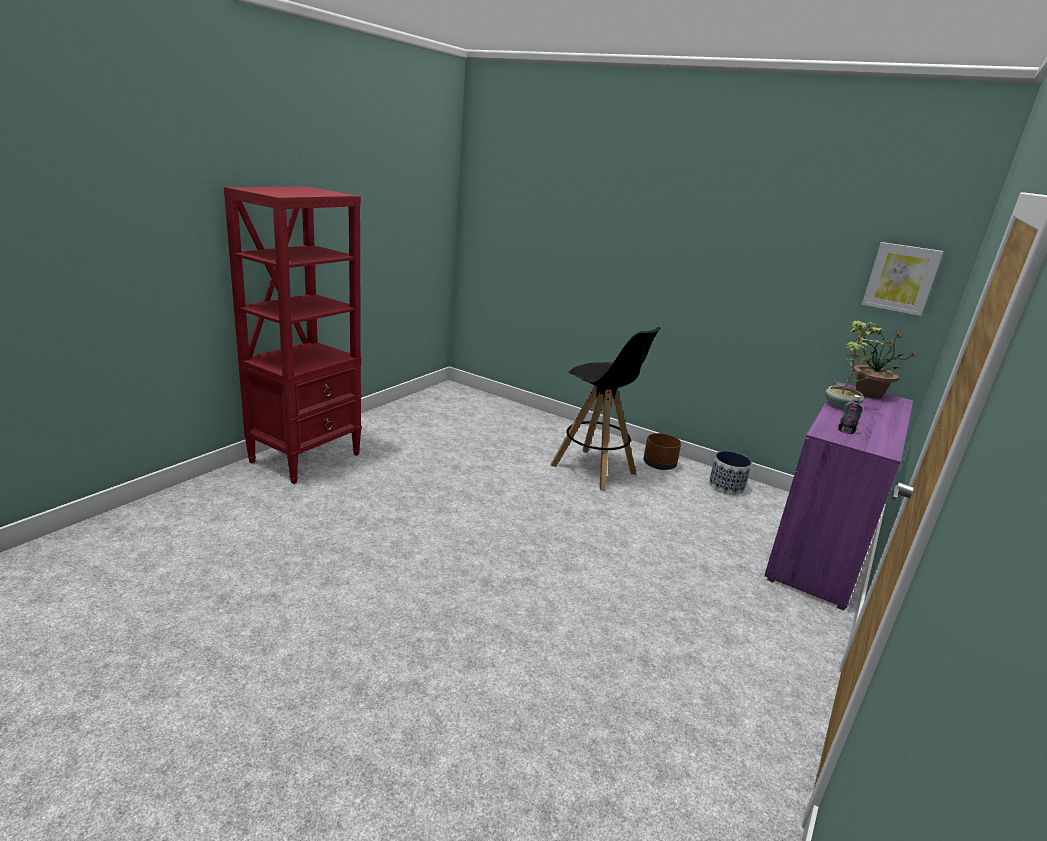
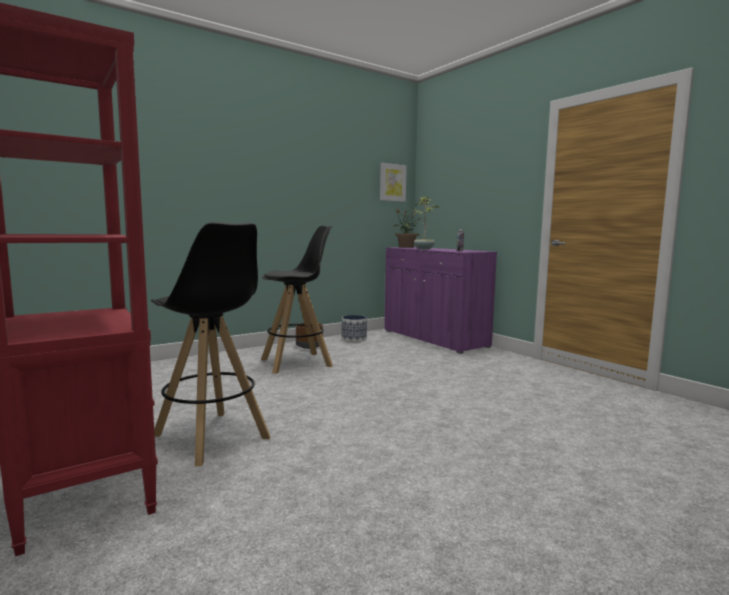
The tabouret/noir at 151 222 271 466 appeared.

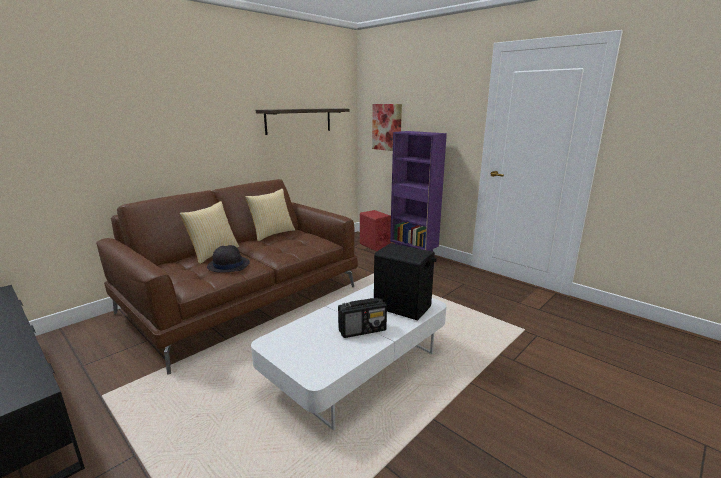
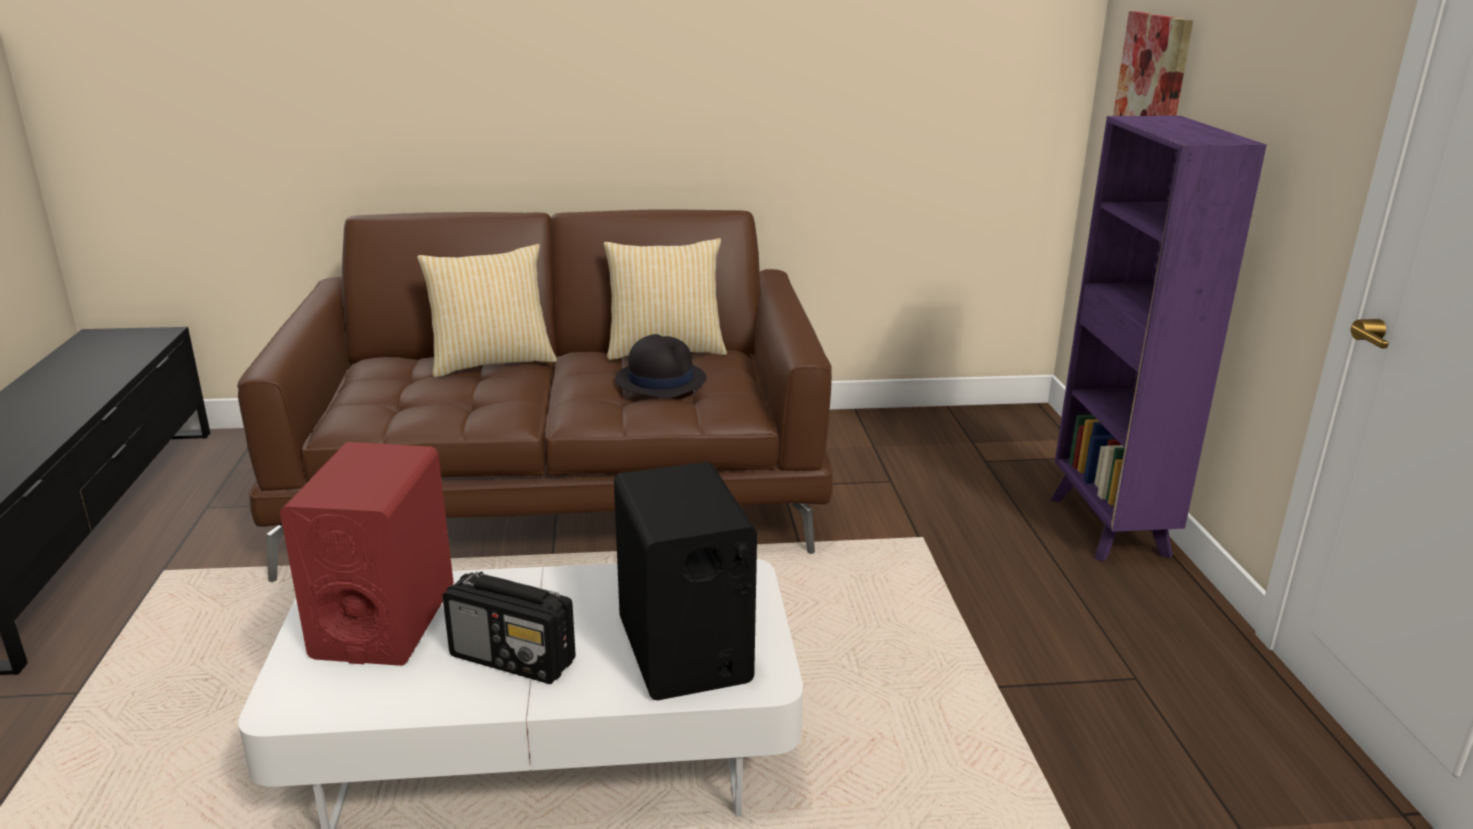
The chapeau/noir moved from 207 245 250 273 to 615 334 707 398. The étagère at 256 108 349 135 disappeared. The enceinte/rouge moved from 360 210 391 251 to 280 442 454 666.

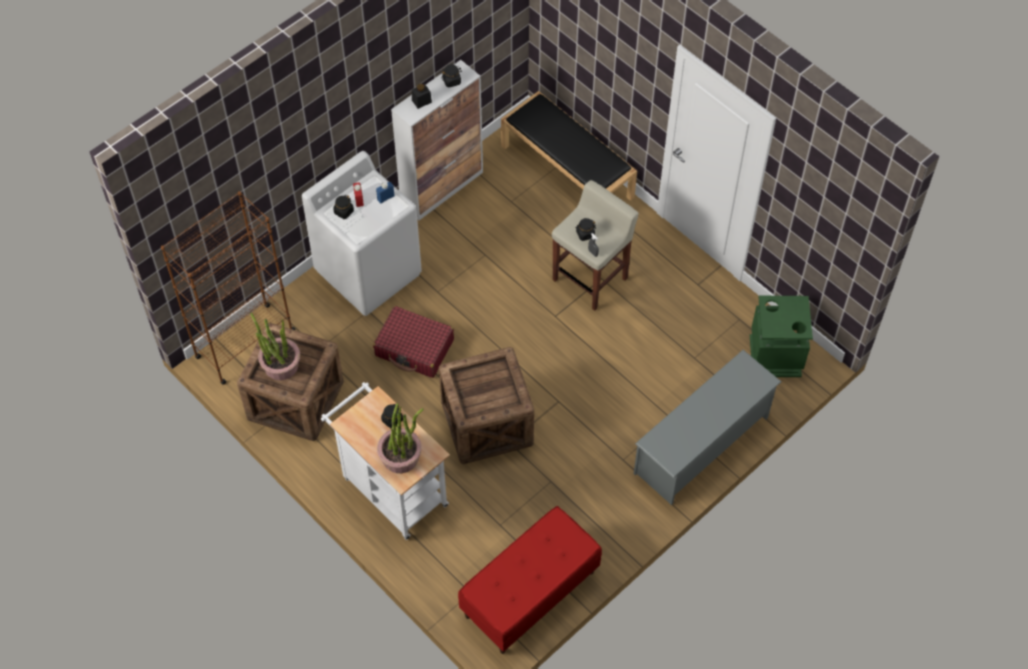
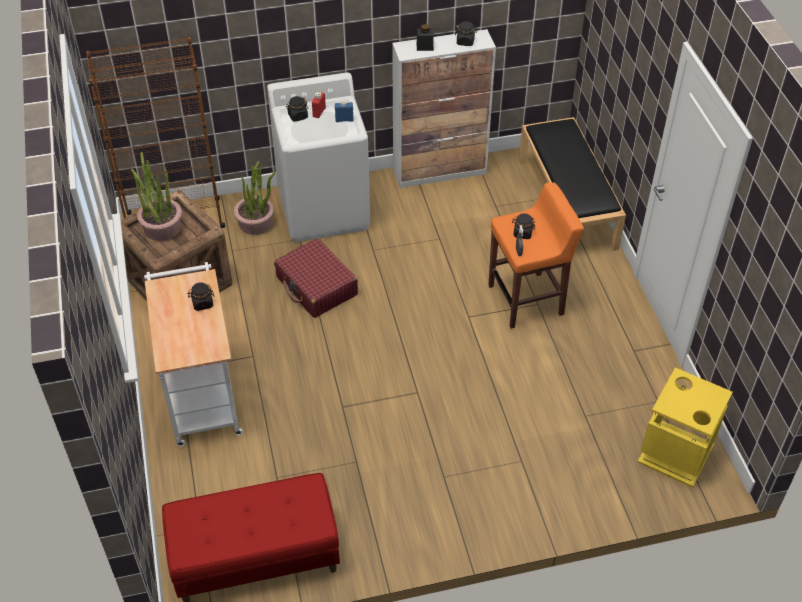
The plante en pot moved from 377 403 424 473 to 234 161 276 235. The caisse at 439 347 534 464 disappeared. The tabouret/beige at 552 180 639 311 became the tabouret/orange at 488 182 584 329. The étagère à chaussures/gris at 634 350 781 505 disappeared. The poubelle/vert at 750 296 813 377 became the poubelle/jaune at 637 368 733 488.

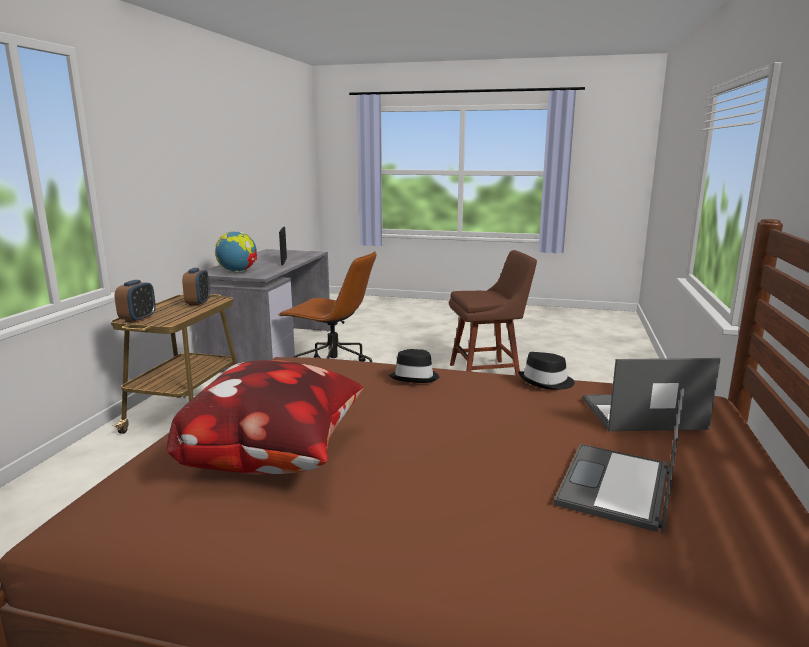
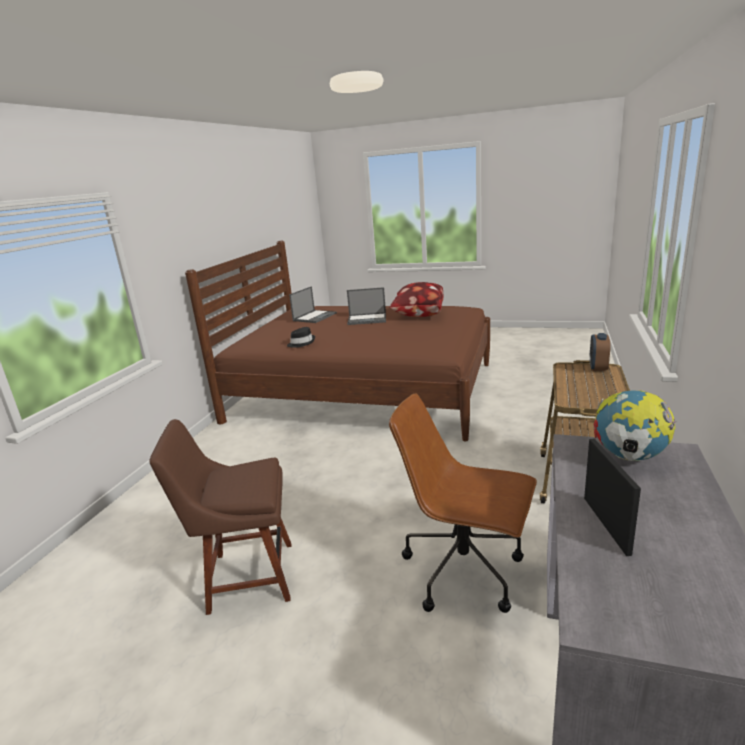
The réveil at 182 268 210 306 disappeared. The chapeau/noir at 389 349 439 383 disappeared. The ordinateur portable moved from 583 358 721 431 to 347 287 386 325.

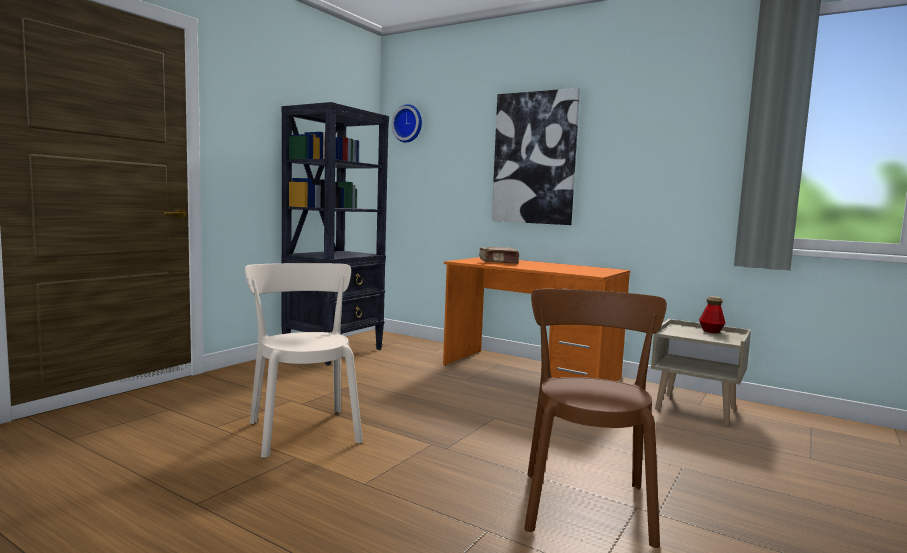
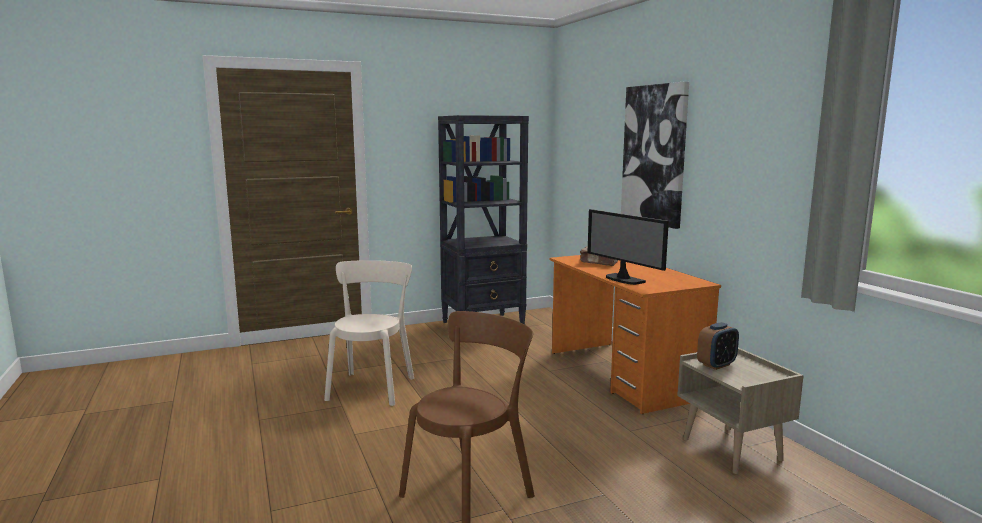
The horloge murale at 391 104 422 143 disappeared. The bouteille at 699 296 726 333 disappeared. The écran d'ordinateur at 587 209 669 285 appeared. The réveil at 697 322 739 370 appeared.

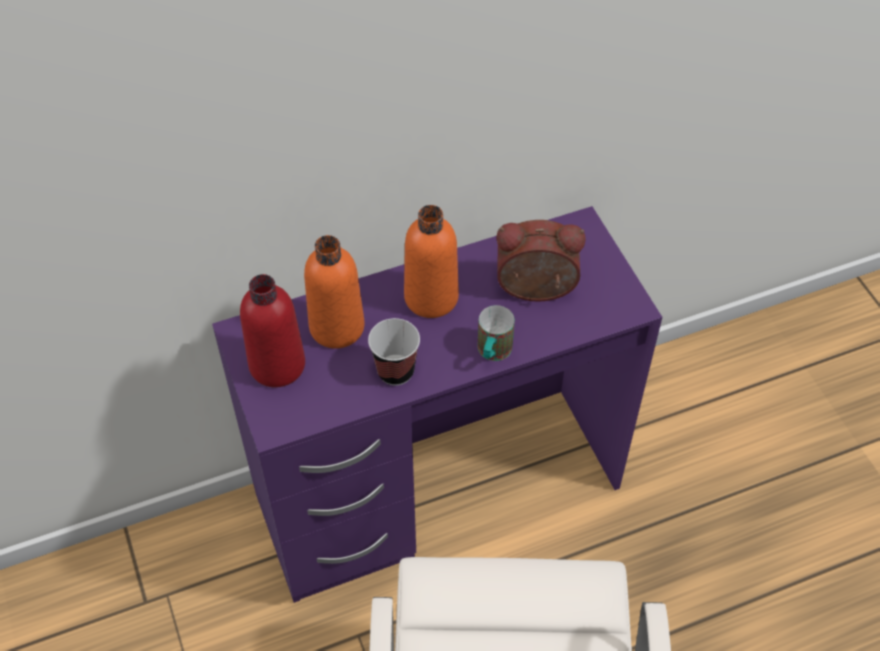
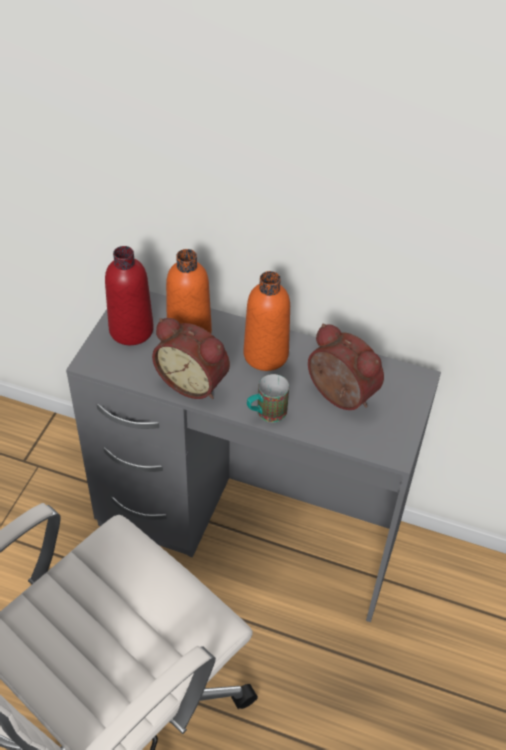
The bureau/violet at 212 206 662 603 became the bureau/gris at 66 291 441 622. The tasse at 368 318 420 386 was replaced by the réveil at 152 318 230 399.

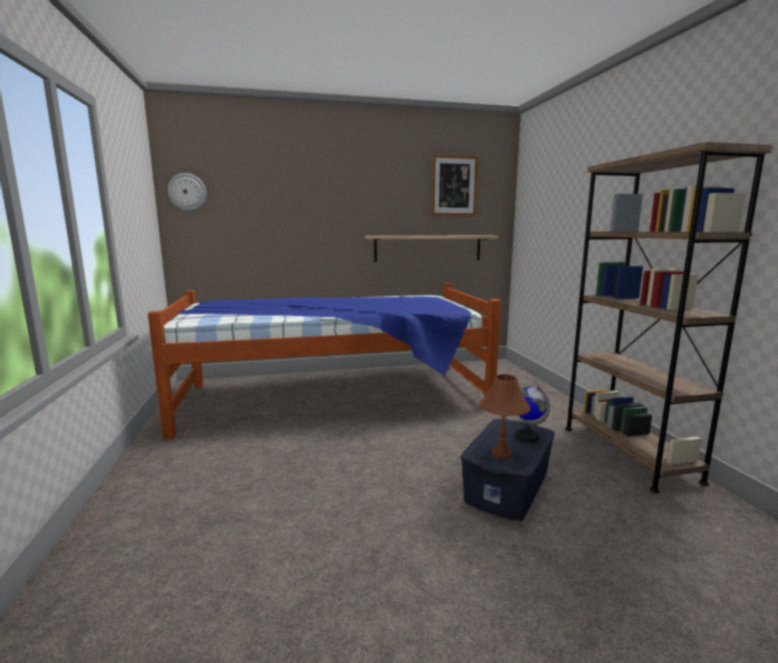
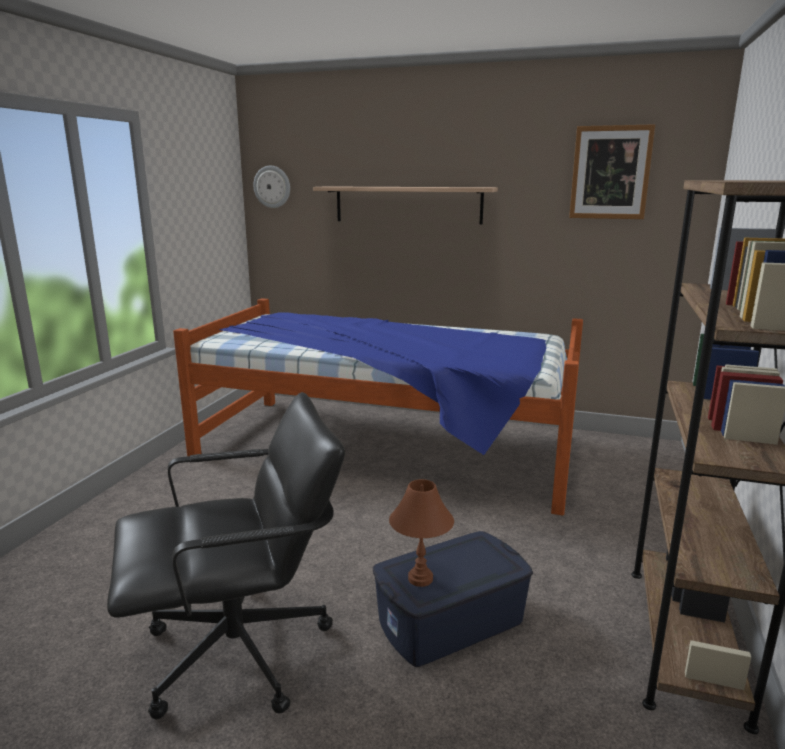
The étagère moved from 365 236 498 262 to 313 186 498 224. The globe at 515 386 550 442 disappeared. The chaise de bureau/noir at 107 392 345 719 appeared.

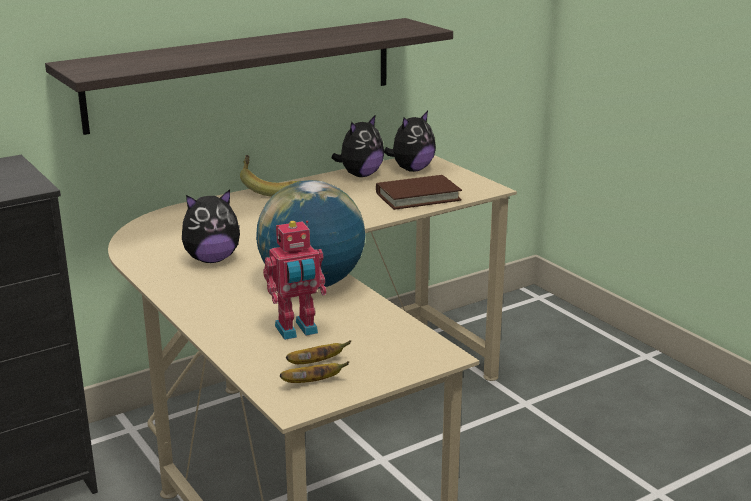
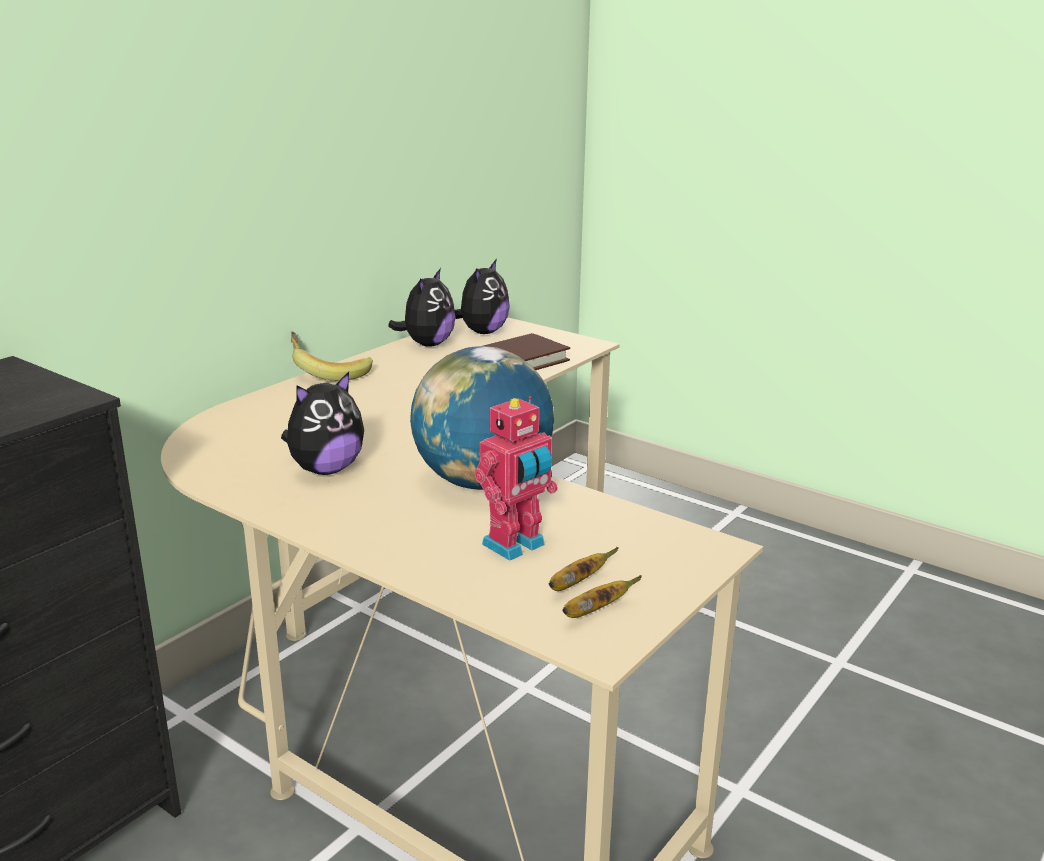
The étagère at 45 18 453 135 disappeared.

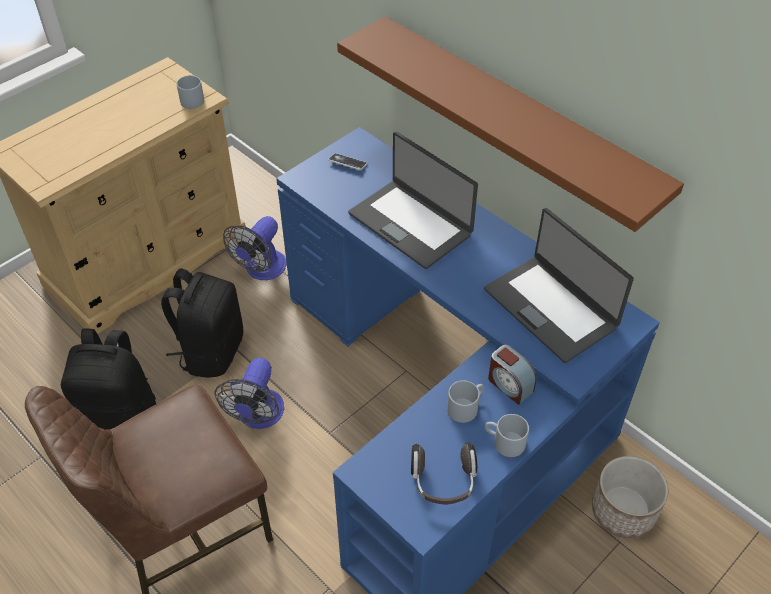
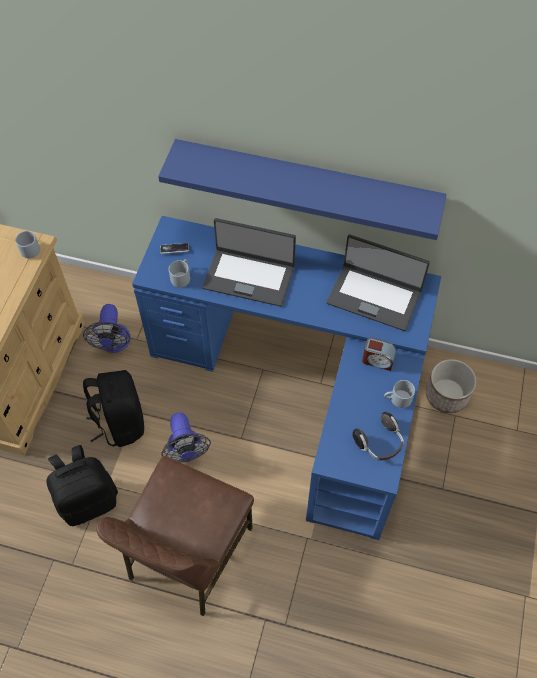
The étagère/marron at 337 16 684 232 became the étagère/bleu at 158 139 447 240. The mug/gris moved from 447 380 484 423 to 169 259 190 288.

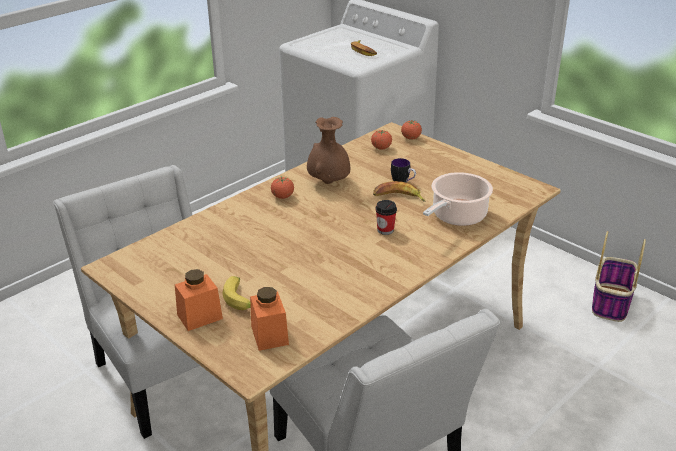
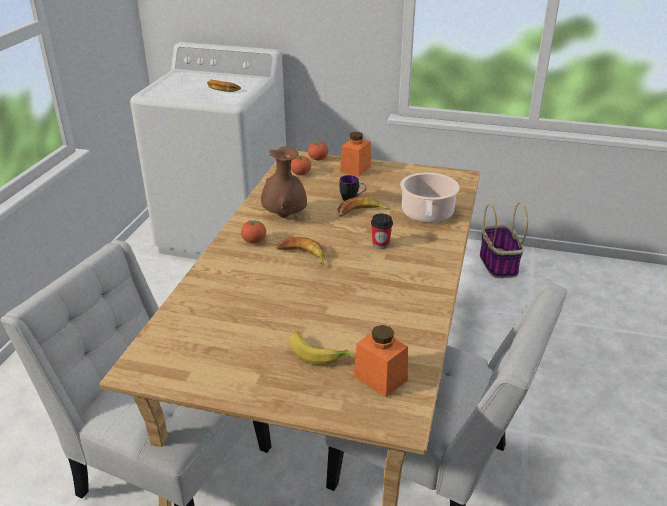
The bocal/orange moved from 175 269 223 331 to 340 132 371 177. The banane at 276 237 325 266 appeared.

